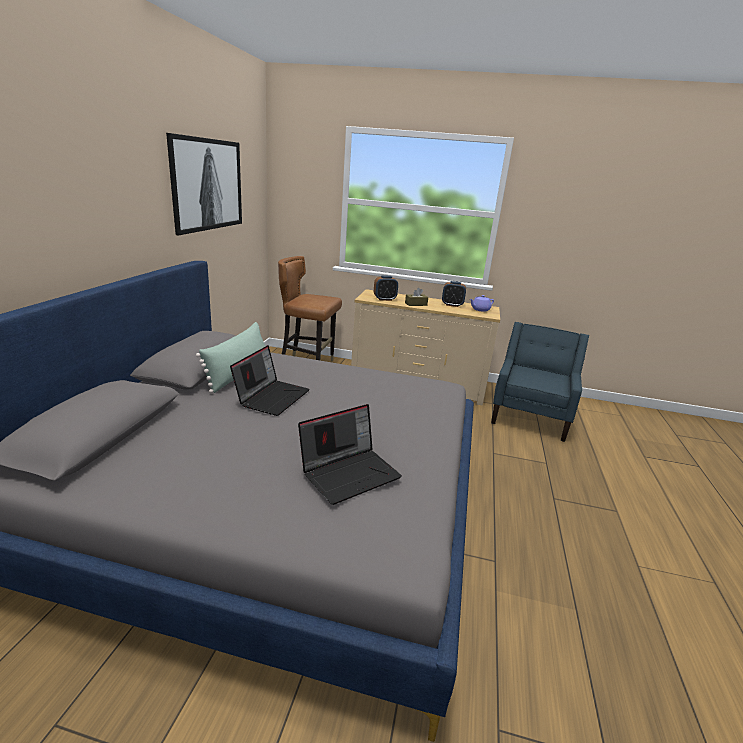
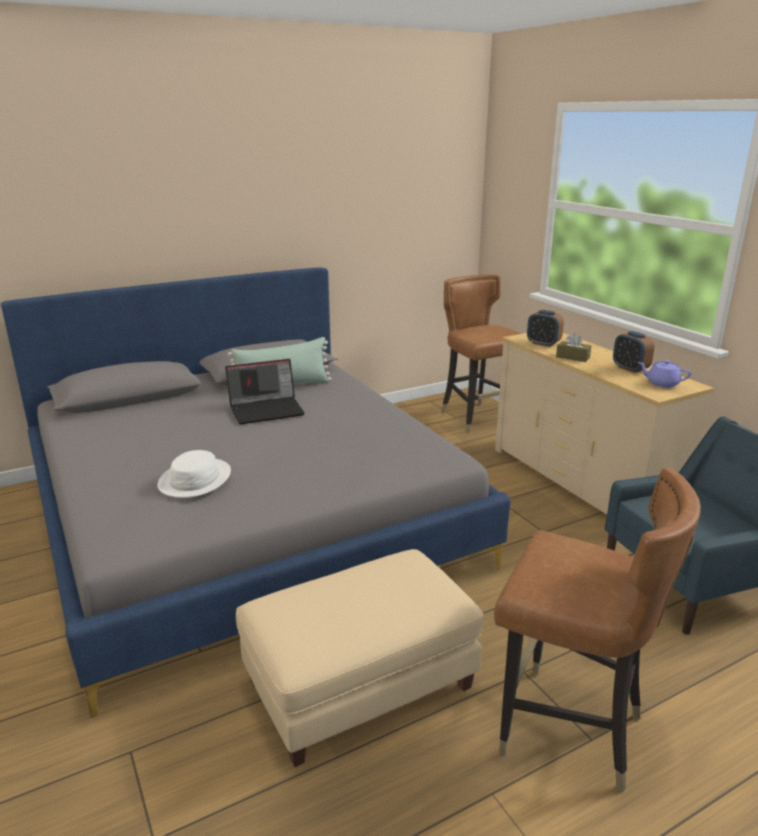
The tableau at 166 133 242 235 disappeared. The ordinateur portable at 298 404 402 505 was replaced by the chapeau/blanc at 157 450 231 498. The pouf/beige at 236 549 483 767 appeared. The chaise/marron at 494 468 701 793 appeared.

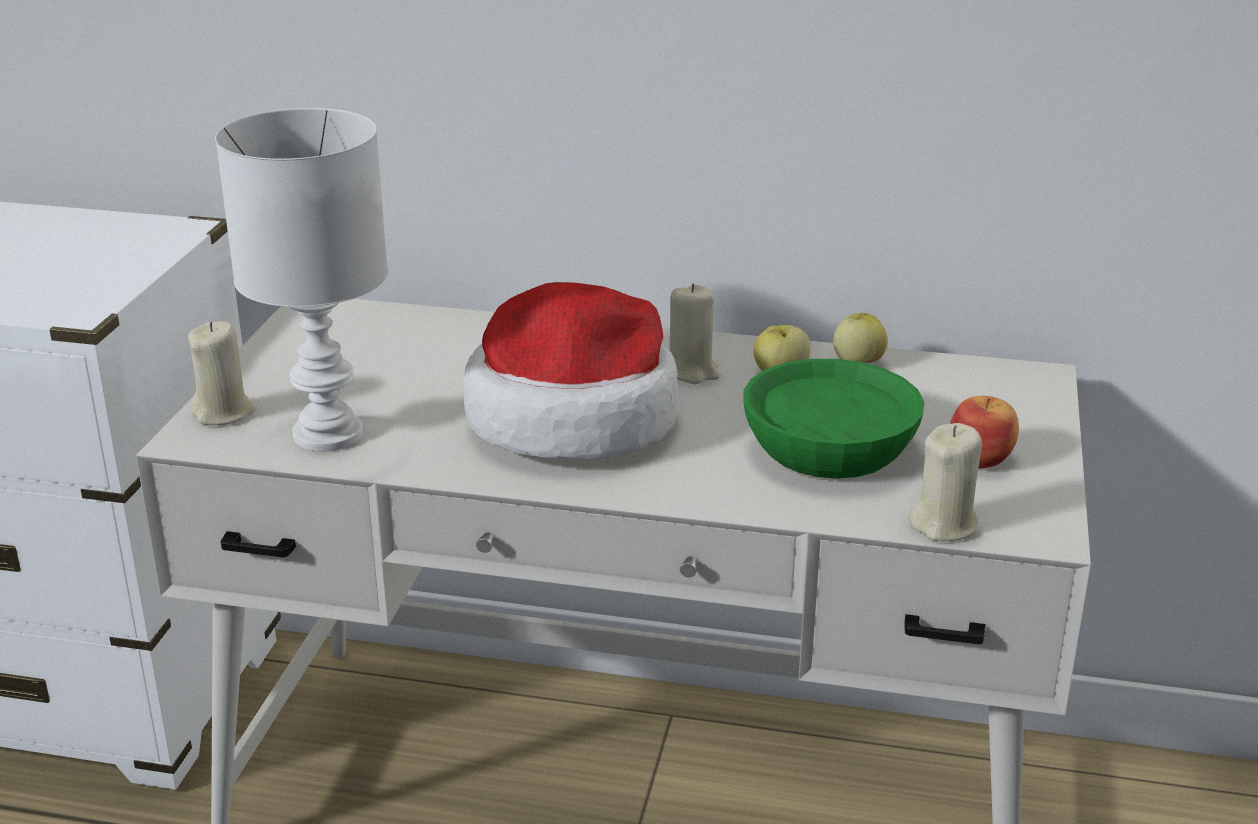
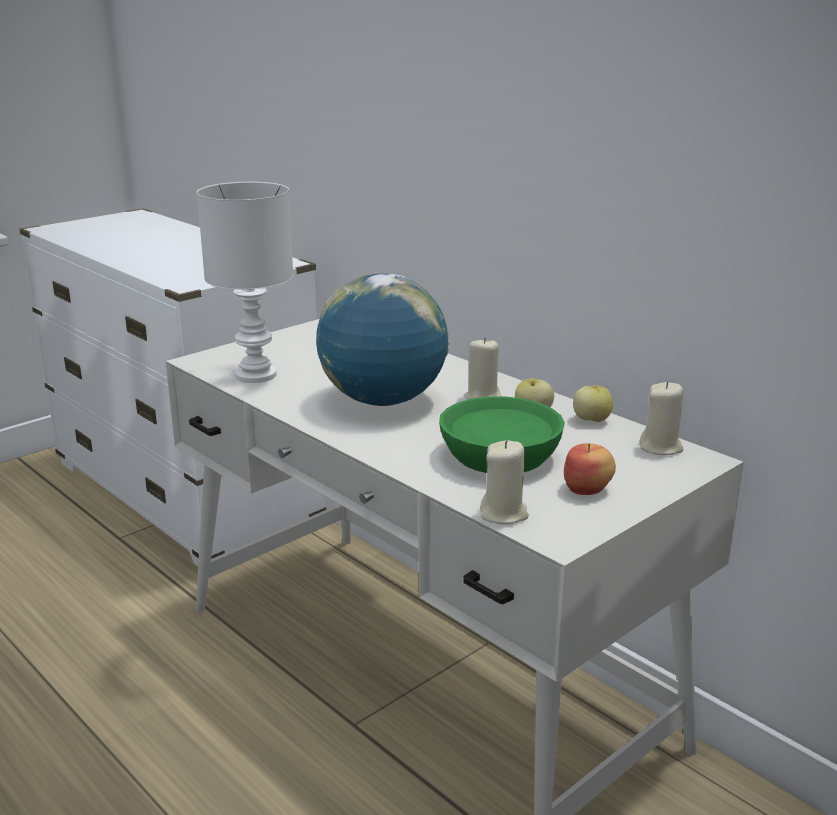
The bougie/beige moved from 188 321 255 425 to 639 381 684 455. The chapeau at 463 282 678 460 was replaced by the globe at 316 273 449 406.

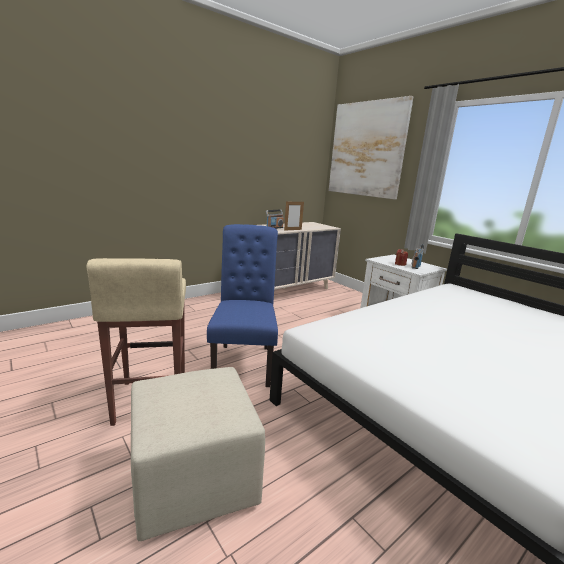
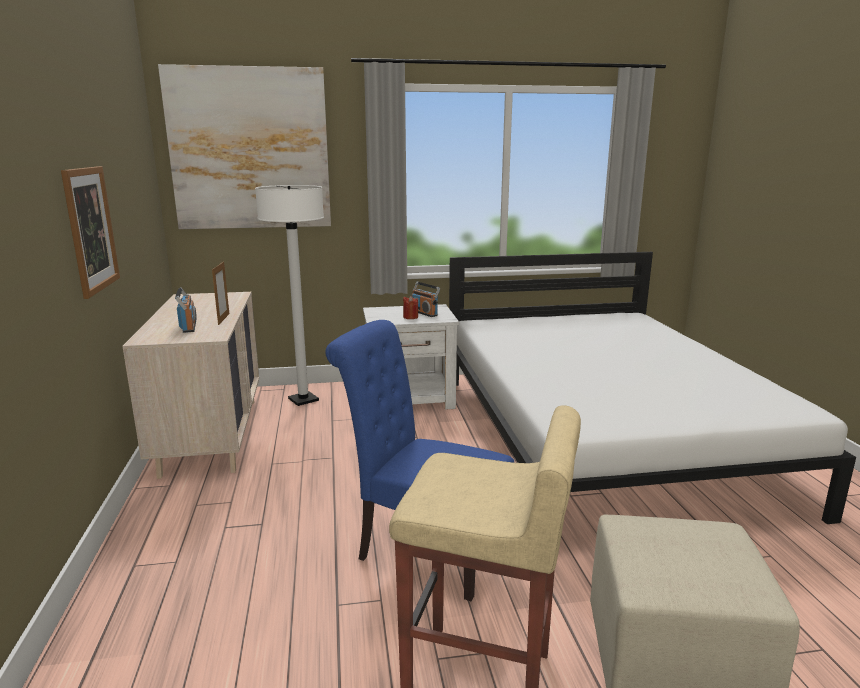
The tableau at 61 166 120 299 appeared. The lampadaire/blanc at 255 185 324 406 appeared.

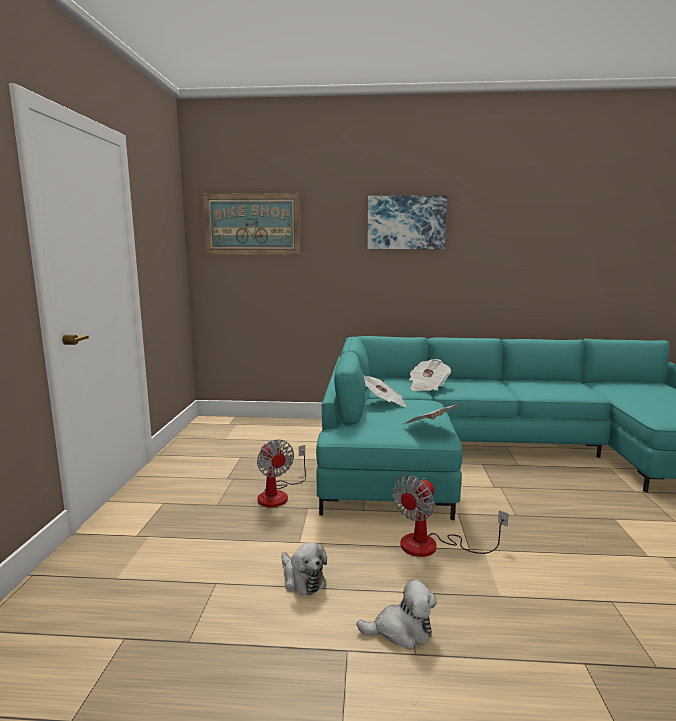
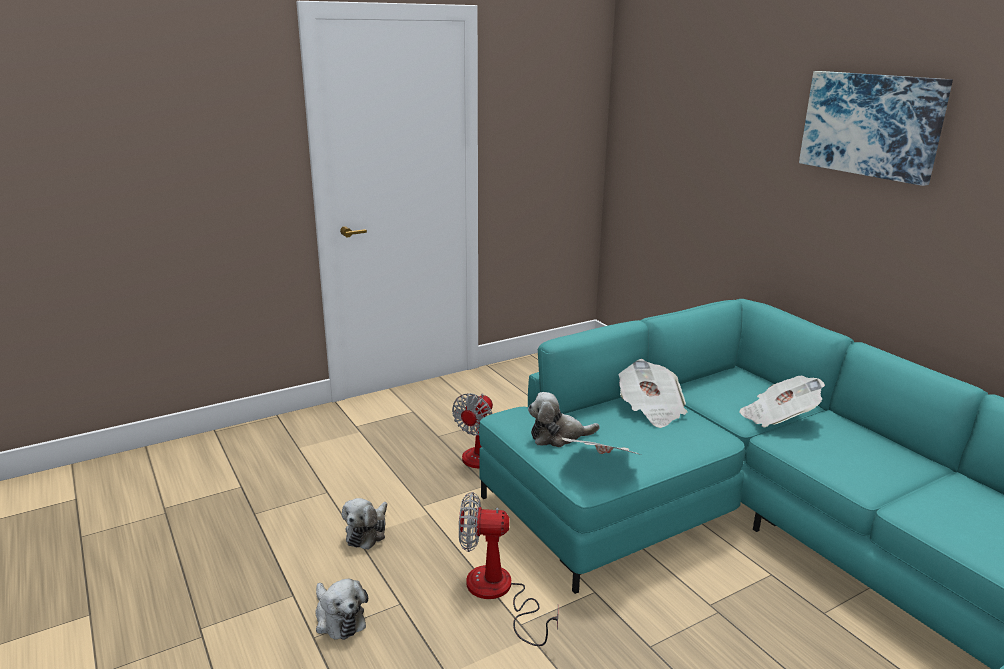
The tableau at 203 193 300 255 disappeared. The peluche at 528 392 600 447 appeared.

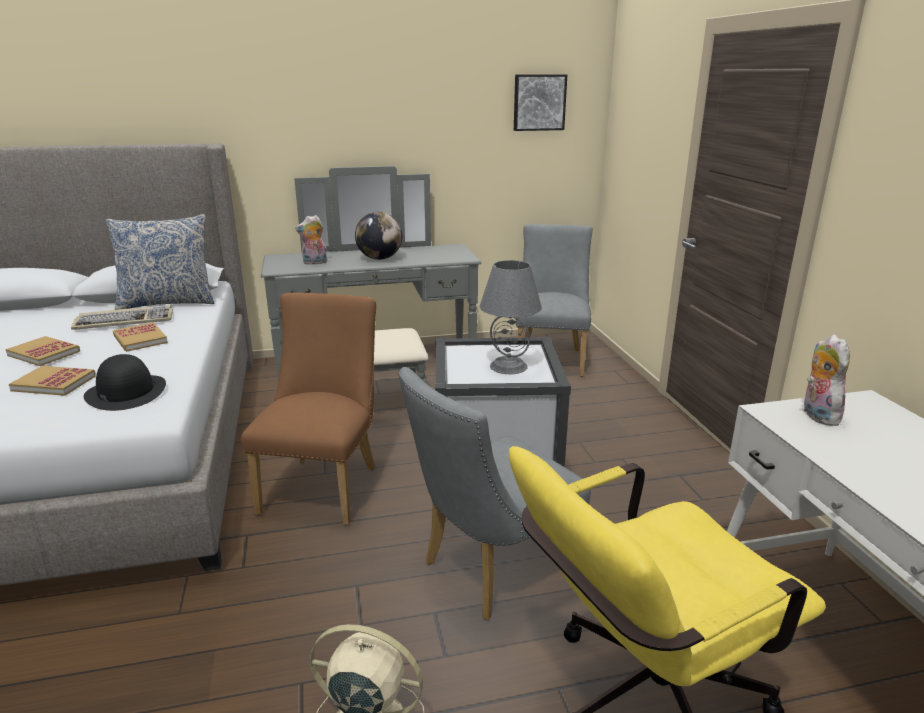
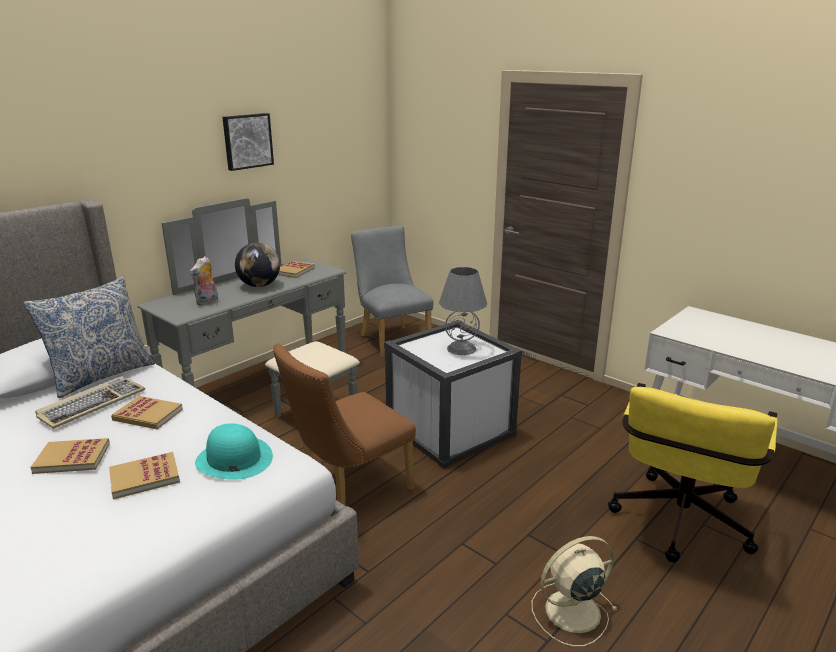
The chapeau/noir at 84 354 166 411 became the chapeau/turquoise at 195 423 273 480. The chaise/marron at 241 293 376 525 turned 105 degrees counterclockwise. The chaise/gris at 399 367 591 621 disappeared. The tableau moved from 514 75 567 131 to 222 113 274 171. The peluche at 804 335 850 426 disappeared. The livre at 278 261 315 278 appeared.

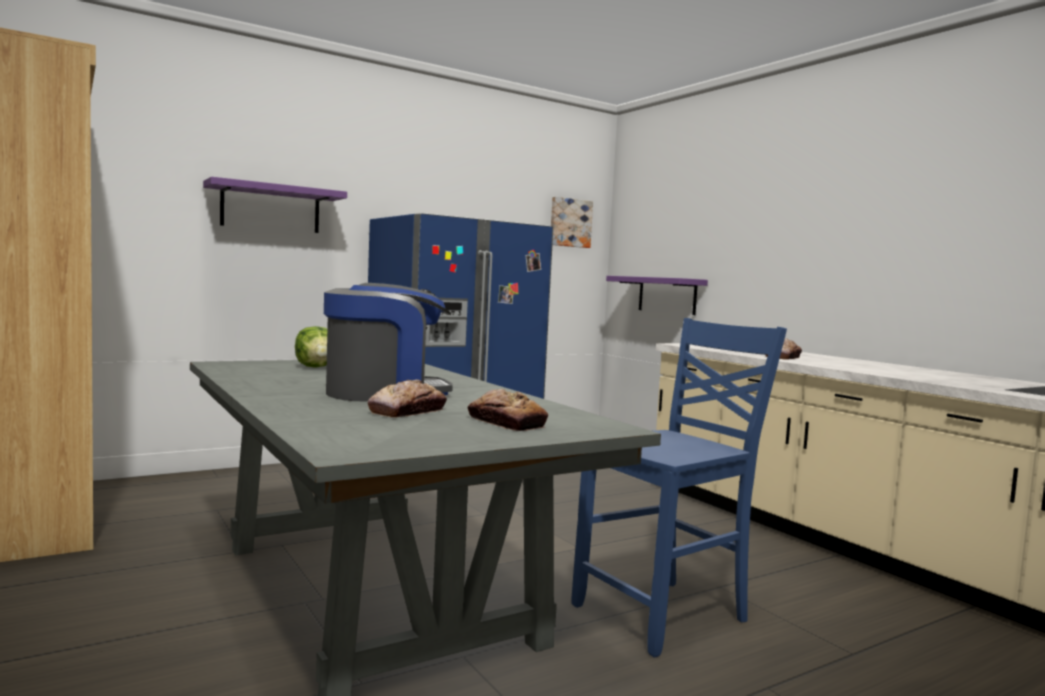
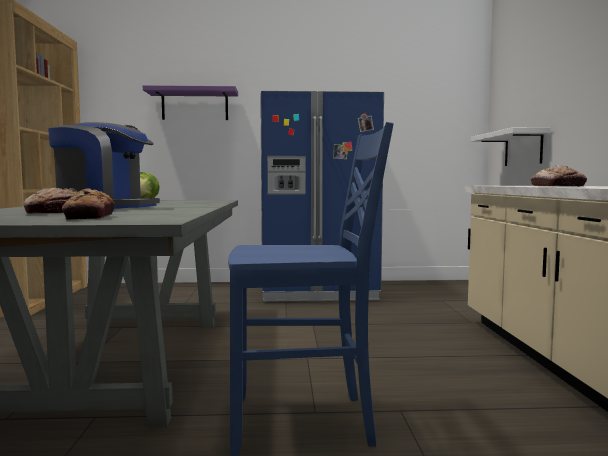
The tableau at 551 197 593 248 disappeared. The étagère/violet at 606 276 708 315 became the étagère/blanc at 471 127 551 166.

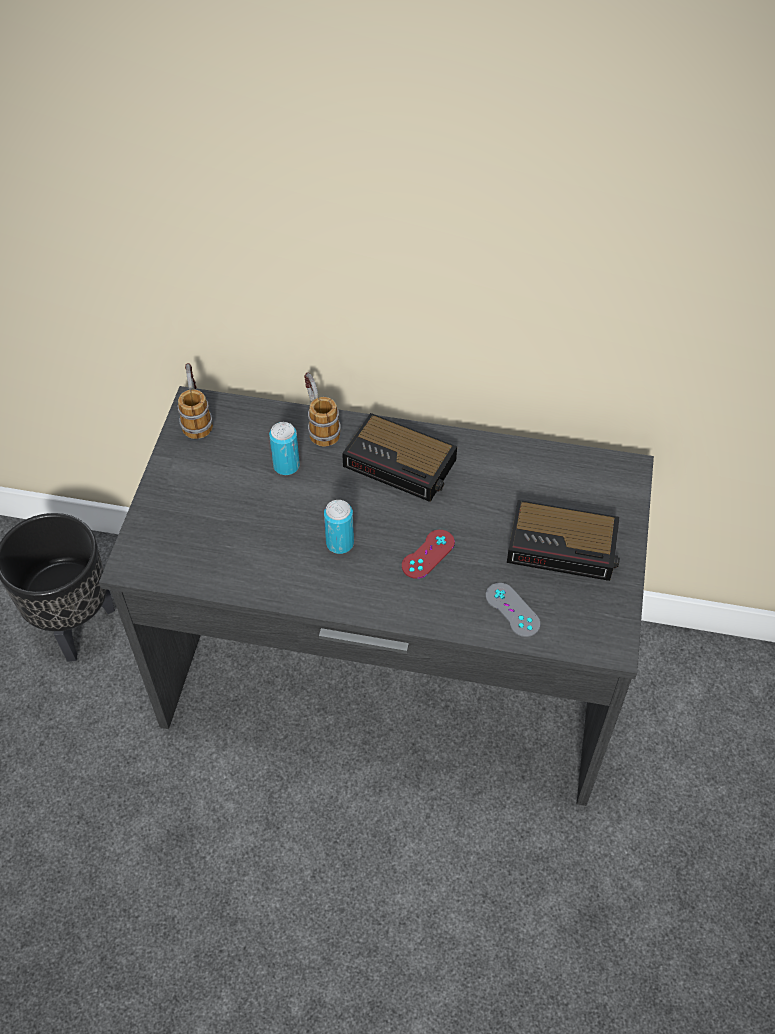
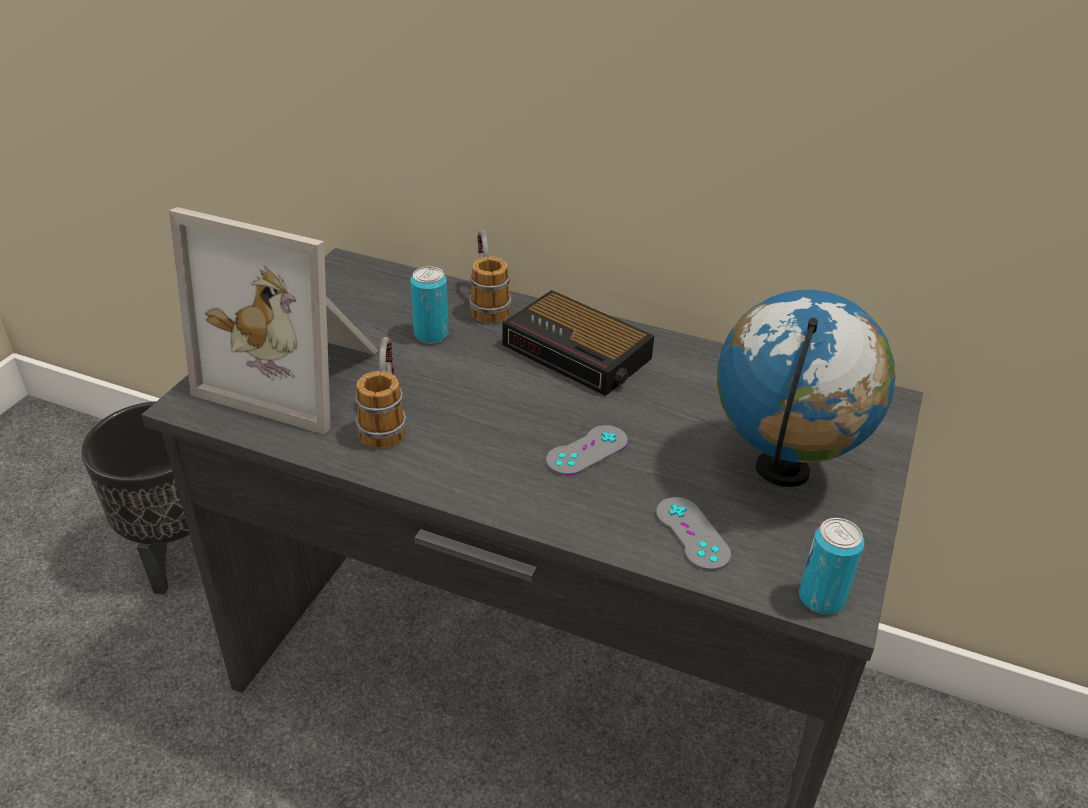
The mug moved from 178 363 213 439 to 355 337 406 449. The boîte métallique moved from 324 500 354 554 to 799 518 864 615. The manette/rouge at 402 530 455 579 became the manette/gris at 546 425 628 476. The réveil at 507 500 620 581 was replaced by the globe at 717 290 895 487. The cadre photo at 169 207 379 435 appeared.

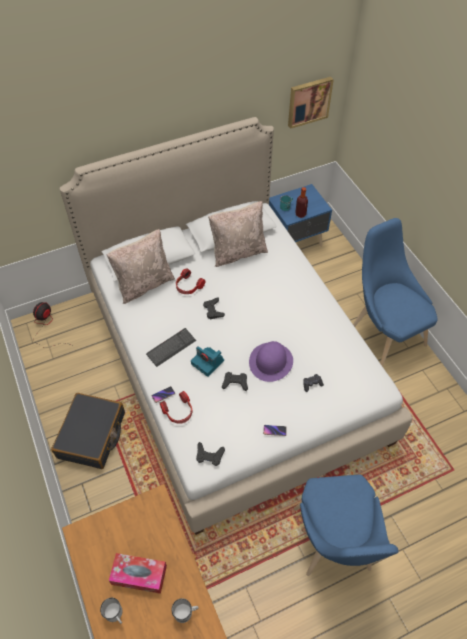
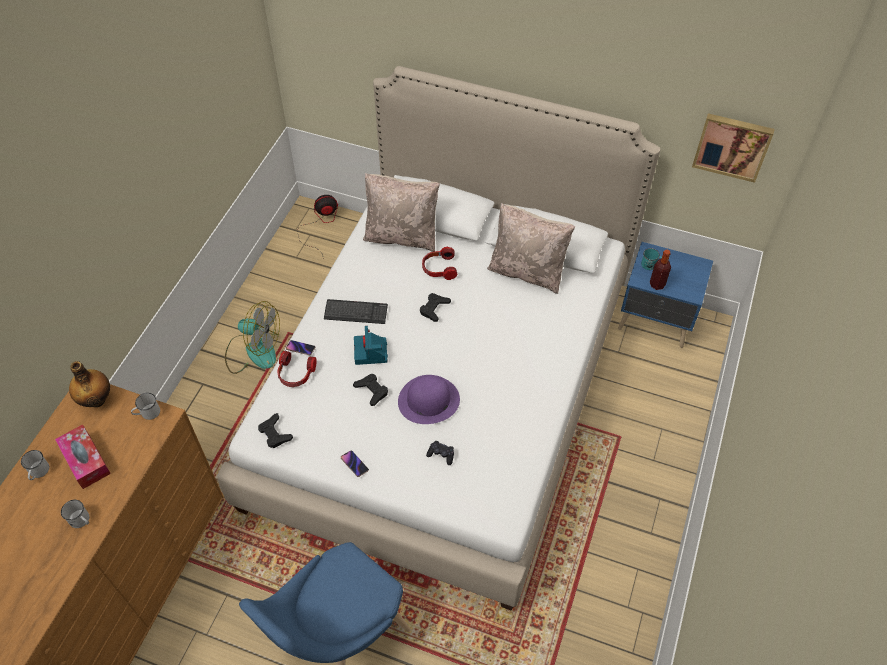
The valise/noir at 51 393 125 469 was replaced by the ventilateur at 225 301 280 374. The chaise/bleu at 353 218 438 367 disappeared. The bouteille at 69 361 110 407 appeared. The mug/blanc at 131 393 160 420 appeared.

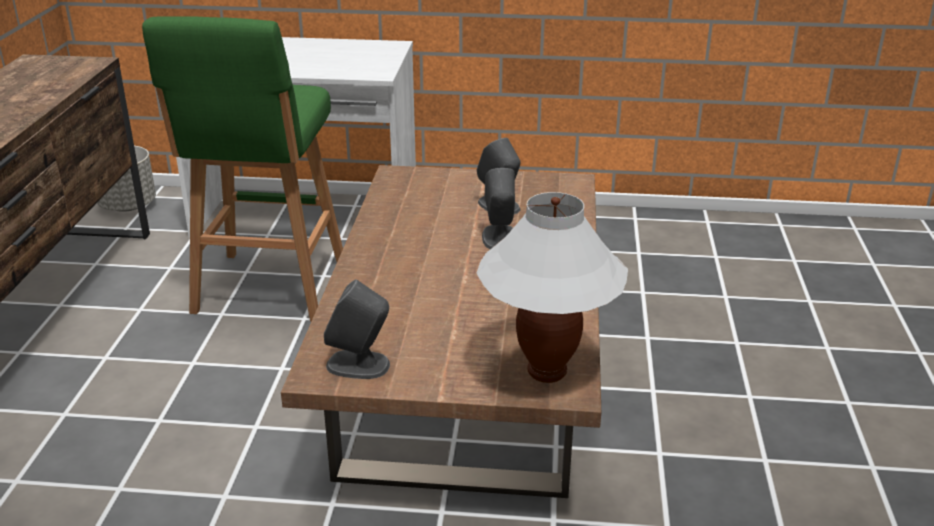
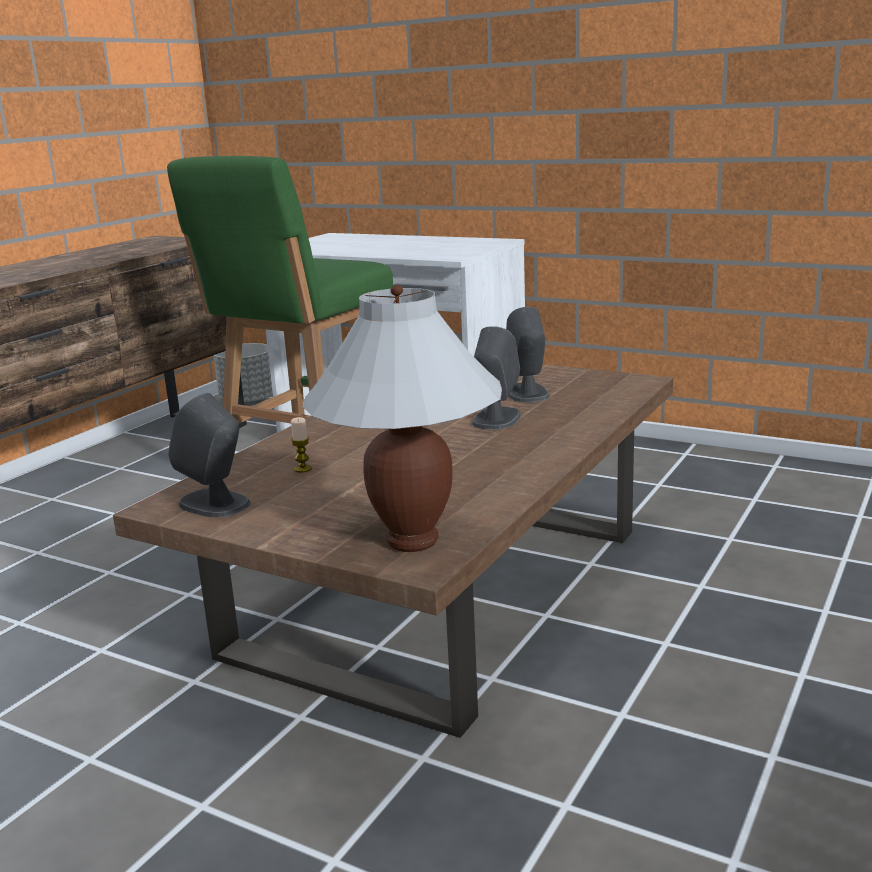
The bougie at 291 417 312 473 appeared.

